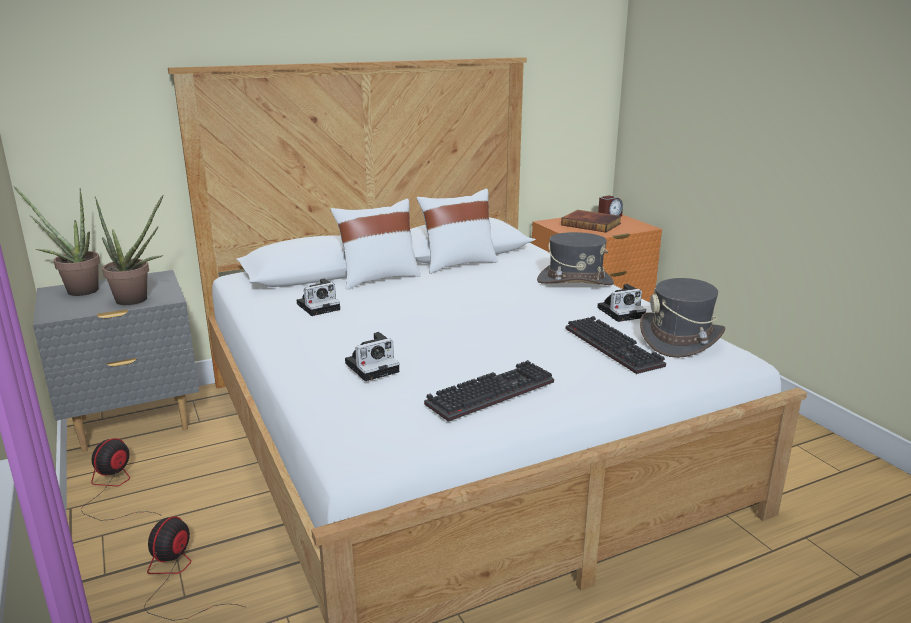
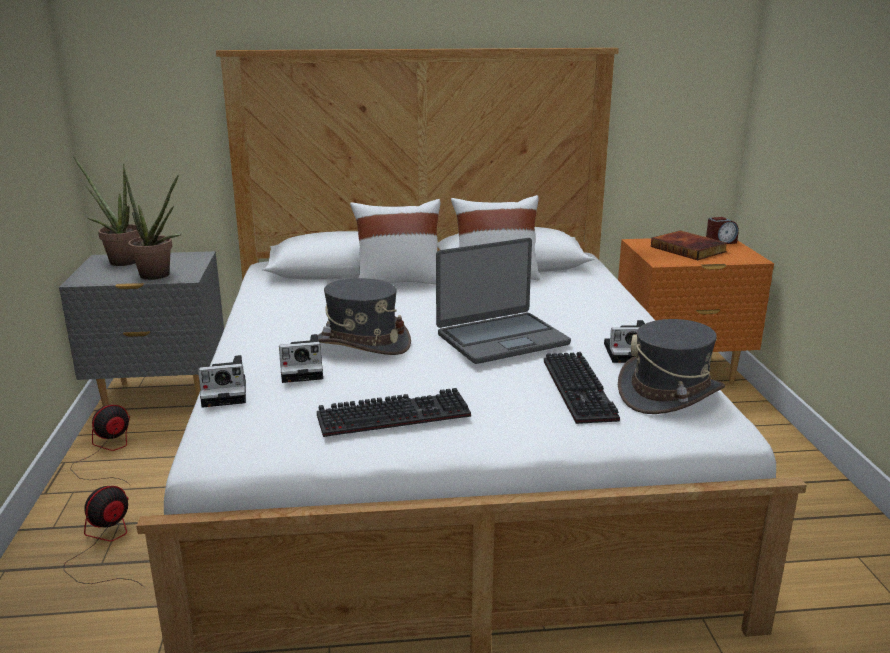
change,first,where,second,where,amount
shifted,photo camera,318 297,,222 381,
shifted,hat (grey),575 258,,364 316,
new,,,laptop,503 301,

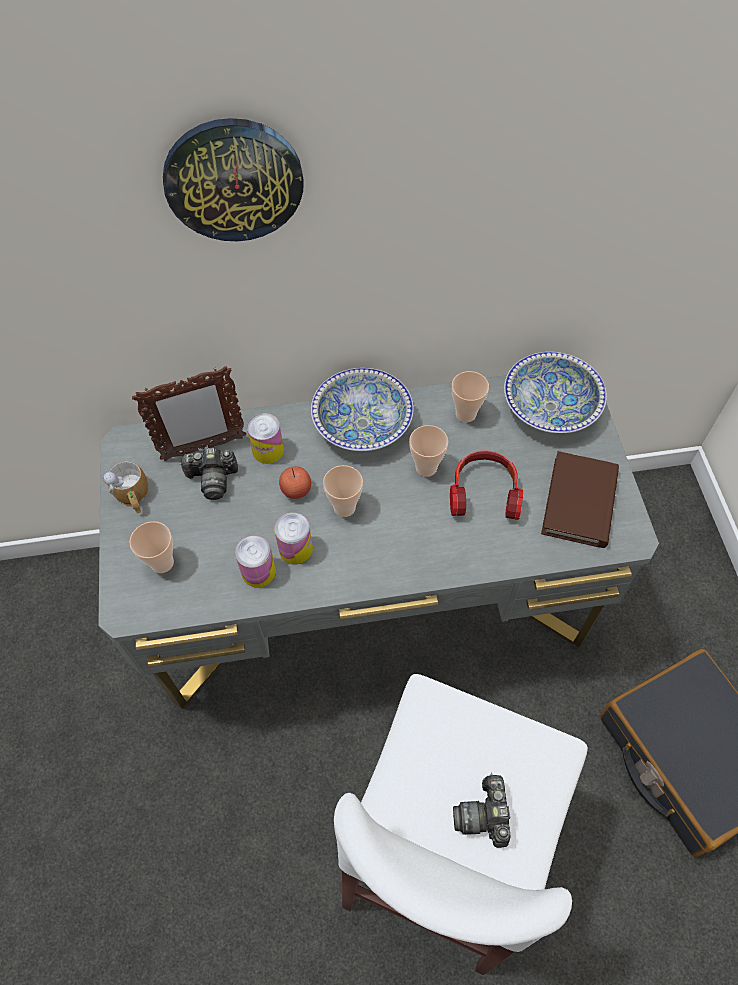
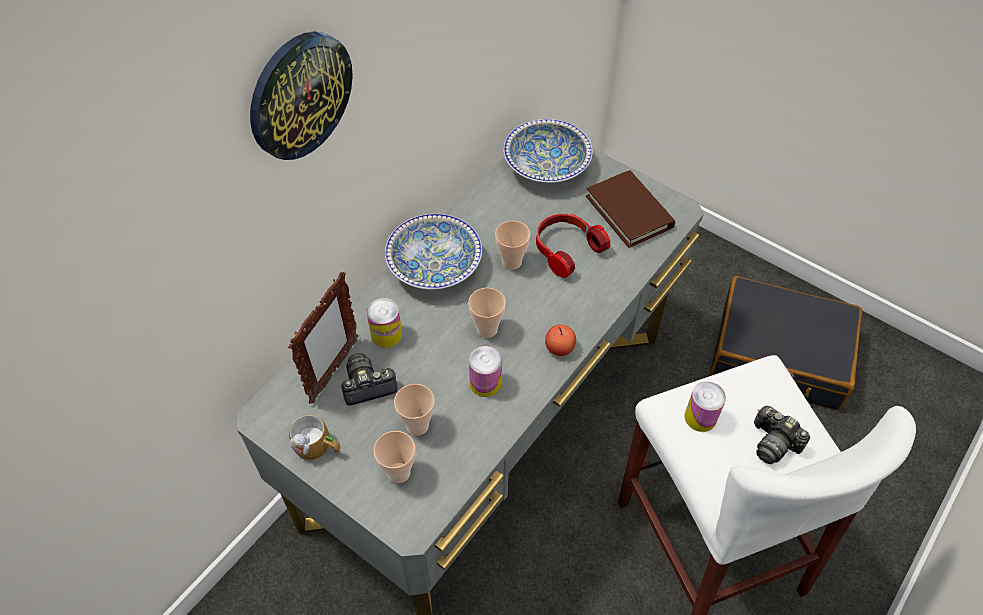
change,first,where,second,where,amount
rotated,photo camera,208 474,,369 379,150 degrees counterclockwise
shifted,can,255 562,,705 407,
shifted,apple,295 482,,560 340,
shifted,cup,470 396,,414 410,

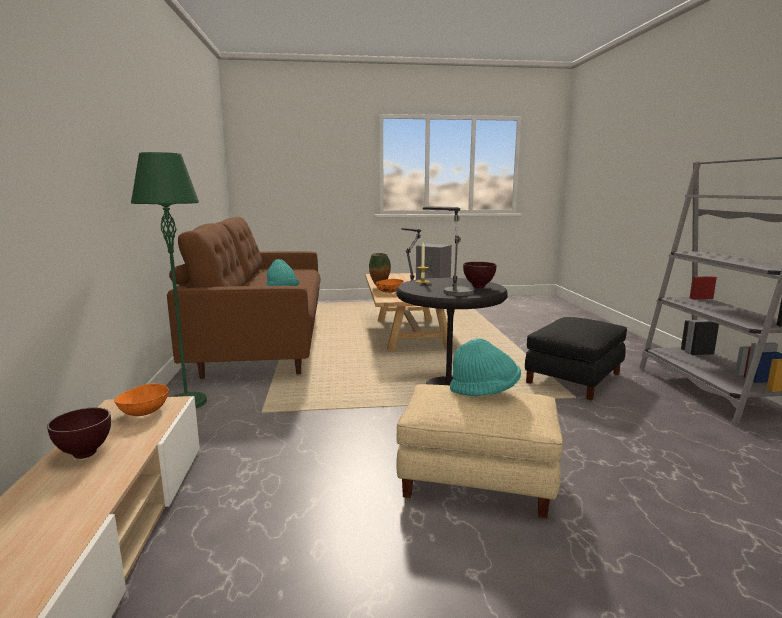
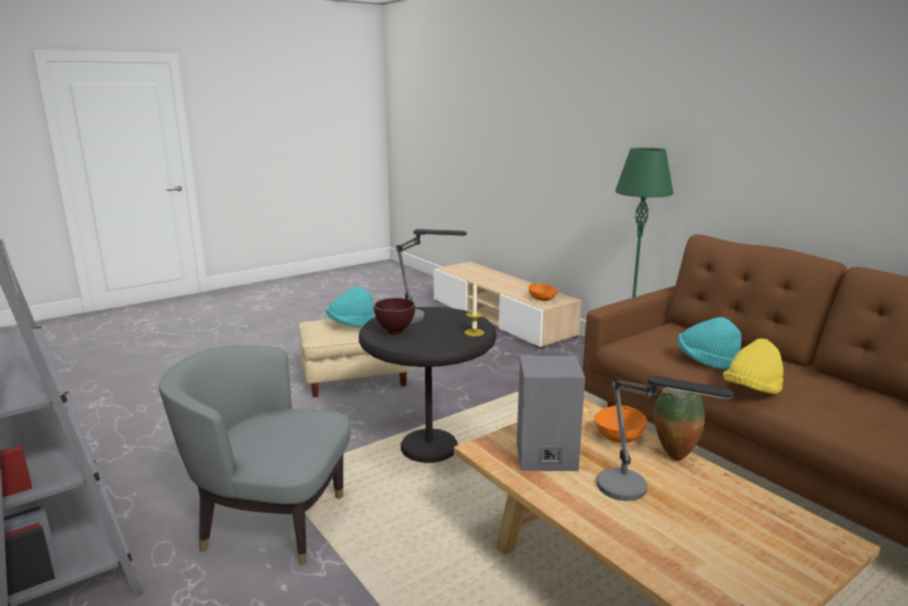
change,first,where,second,where,amount
gone,bowl (brown),79 433,,,
swapped,ottoman (black),576 358,armchair (grey),255 455,
new,,,hat (yellow),753 366,

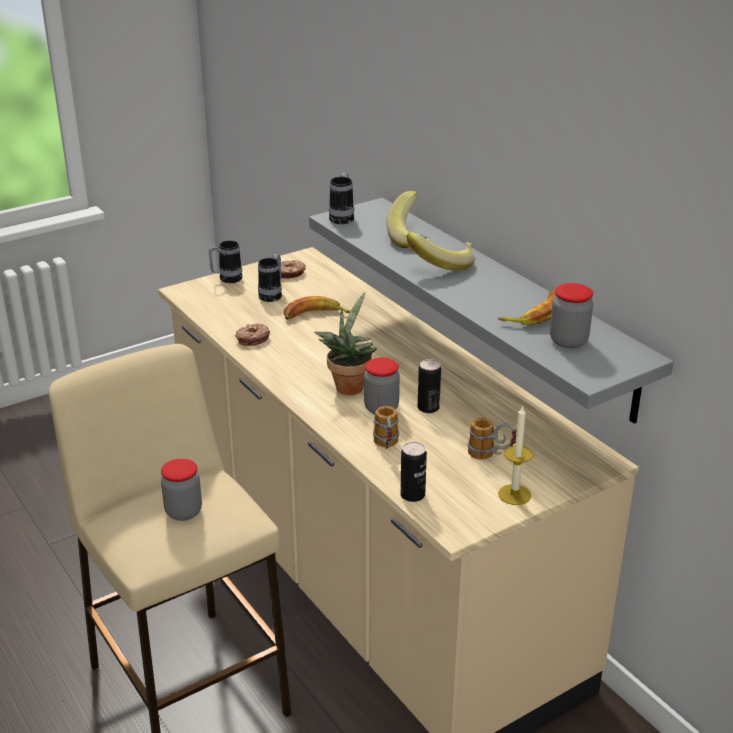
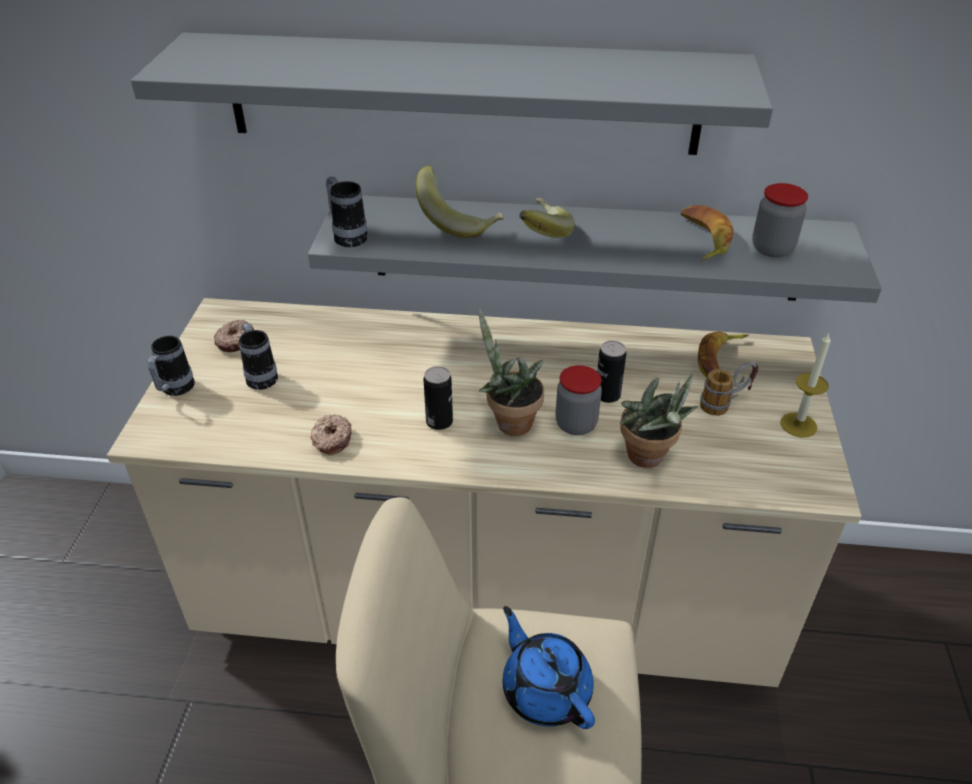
change,first,where,second,where,amount
swapped,jar,181 490,teapot (blue),549 667,
shifted,banana,317 308,,723 354,
swapped,mug,386 427,potted plant,659 420,
shifted,can,413 472,,438 398,
new,,,shelf (grey),452 93,

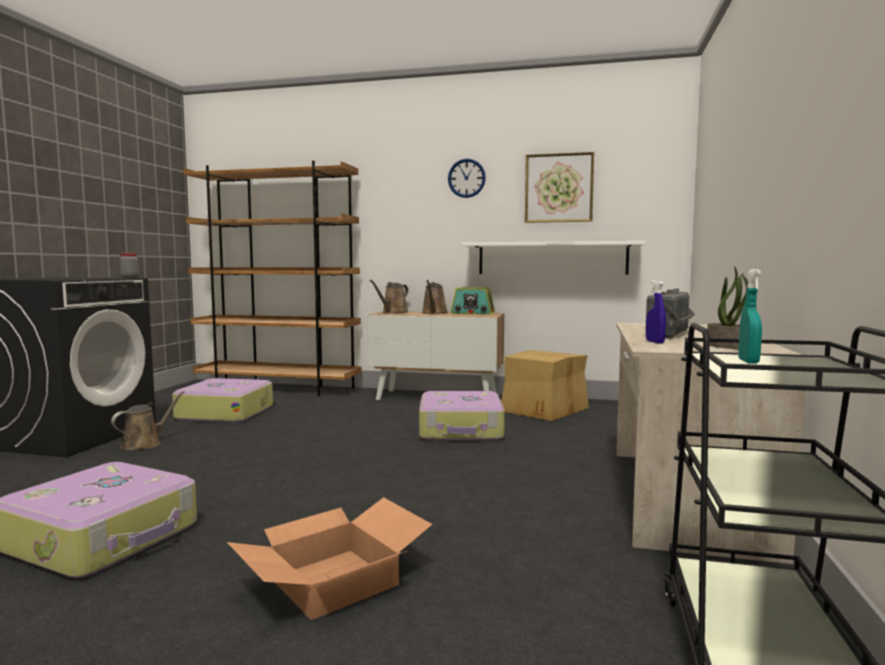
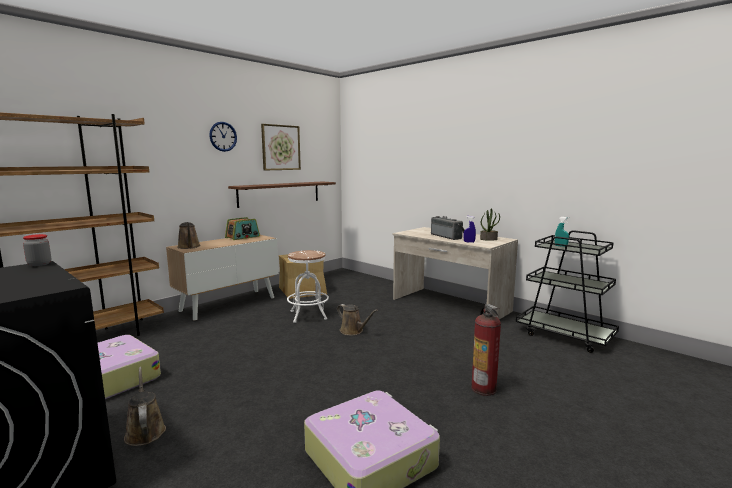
change,first,where,second,where,amount
swapped,cardboard box,330 558,fire extinguisher,486 350,
swapped,suitcase,462 415,stool (white),308 286,
shifted,watering can (brown),435 297,,357 319,
repainted,shelf (white),554 258,shelf (brown),282 194,

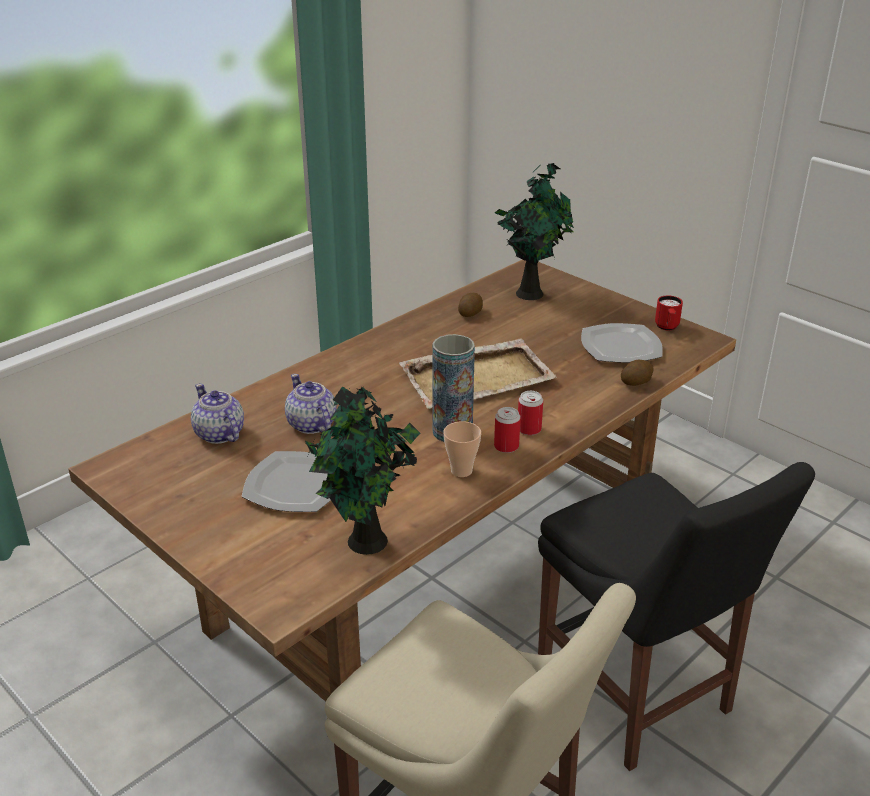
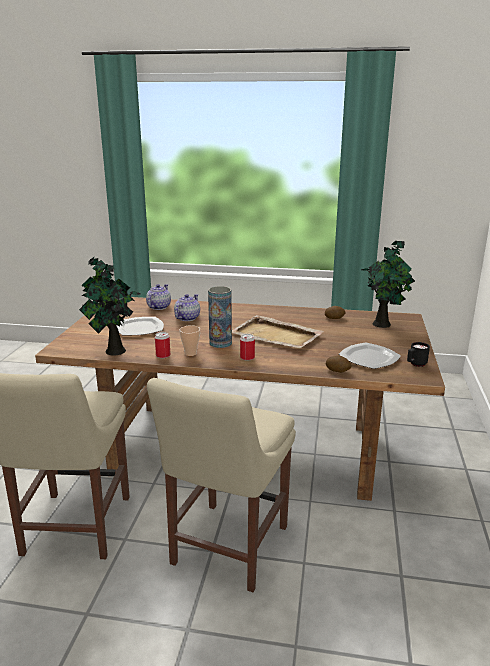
change,first,where,second,where,amount
shifted,can,507 430,,162 345,
repainted,chair (black),676 616,chair (beige),221 485,
repainted,mug (red),669 312,mug (black),418 354,

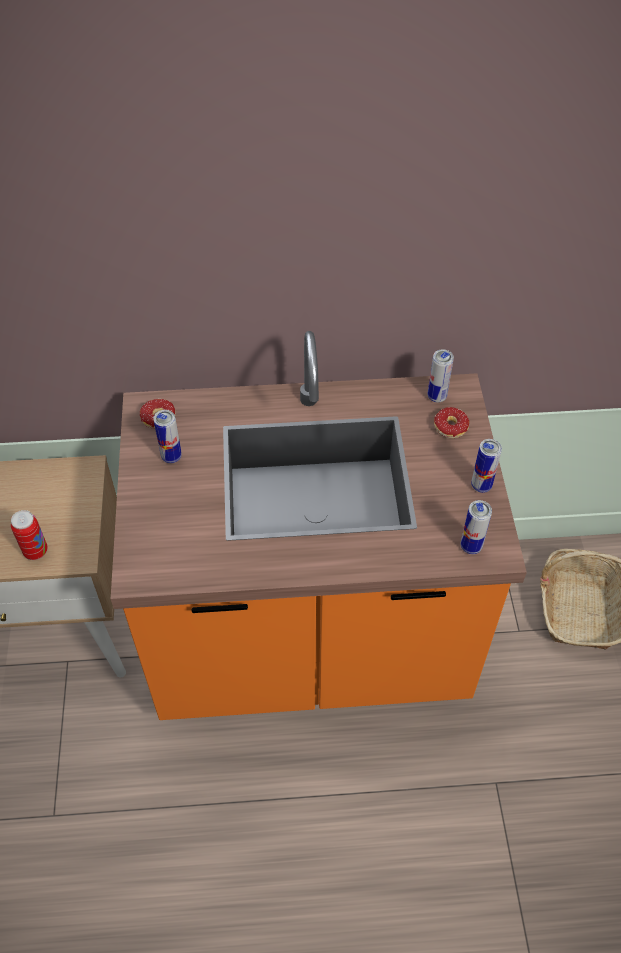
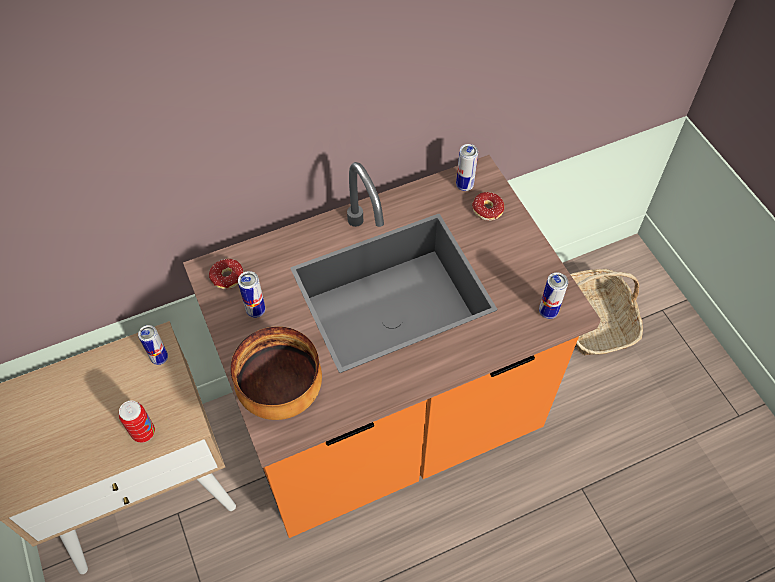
change,first,where,second,where,amount
shifted,can,486 466,,153 345,
new,,,bowl,276 373,

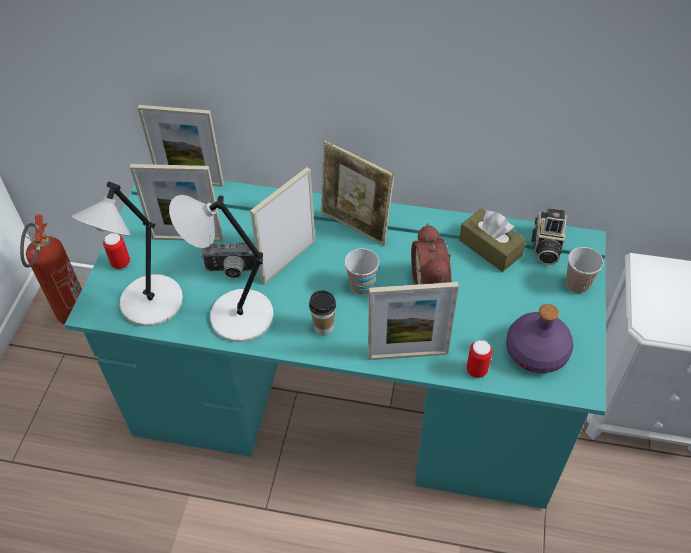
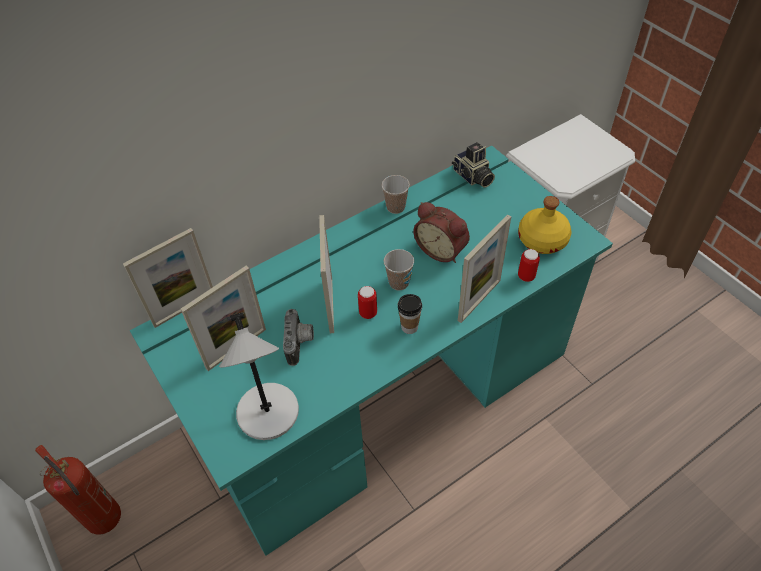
change,first,where,second,where,amount
shifted,can,116 251,,367 302,
gone,table lamp (grey),221 268,,,
rotated,photo camera,229 260,,298 337,45 degrees counterclockwise
gone,picture frame,357 192,,,
gone,tissue box (brown),492 240,,,
repainted,bottle (purple),540 338,bottle (yellow),545 225,
shifted,cup,585 270,,396 194,

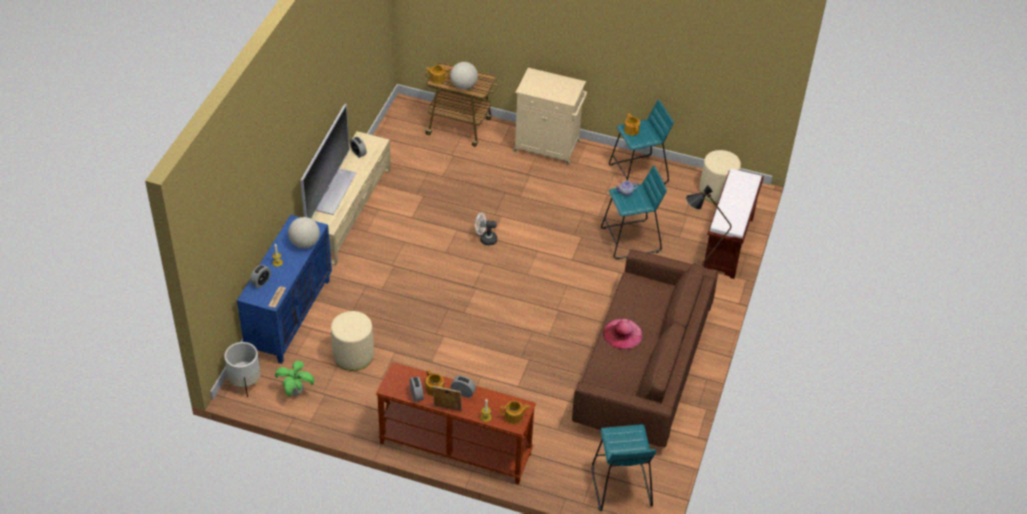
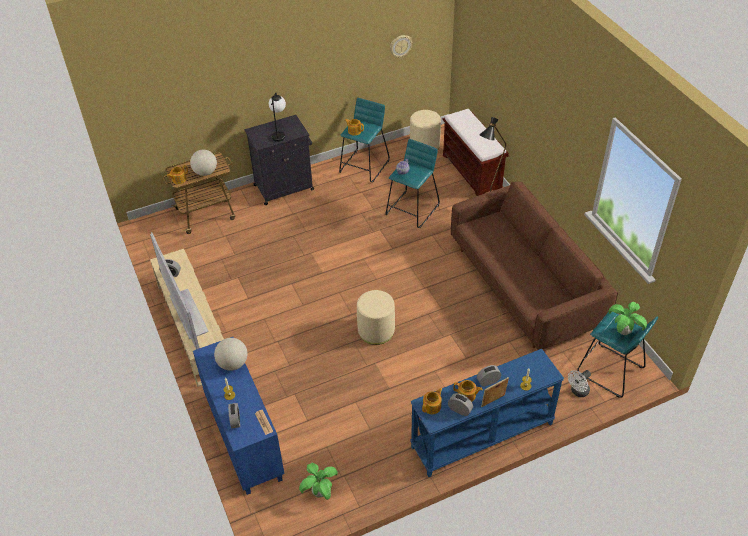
change,first,where,second,where,amount
gone,planter (white),242 369,,,
shifted,ottoman (beige),352 341,,376 317,
repainted,console table (brown),456 423,console table (blue),487 413,
shifted,fan (white),486 228,,579 383,
shifted,teapot,515 412,,432 401,
repainted,cabinet (beige),550 116,cabinet (black),279 160,
gone,hat (pink),622 333,,,
new,,,table lamp,277 117,
new,,,wall clock,401 46,
new,,,potted plant,628 318,

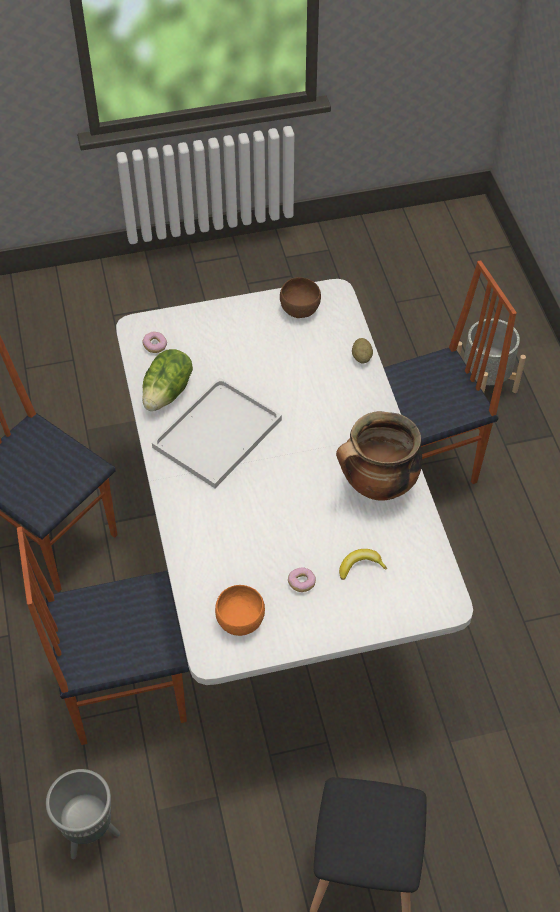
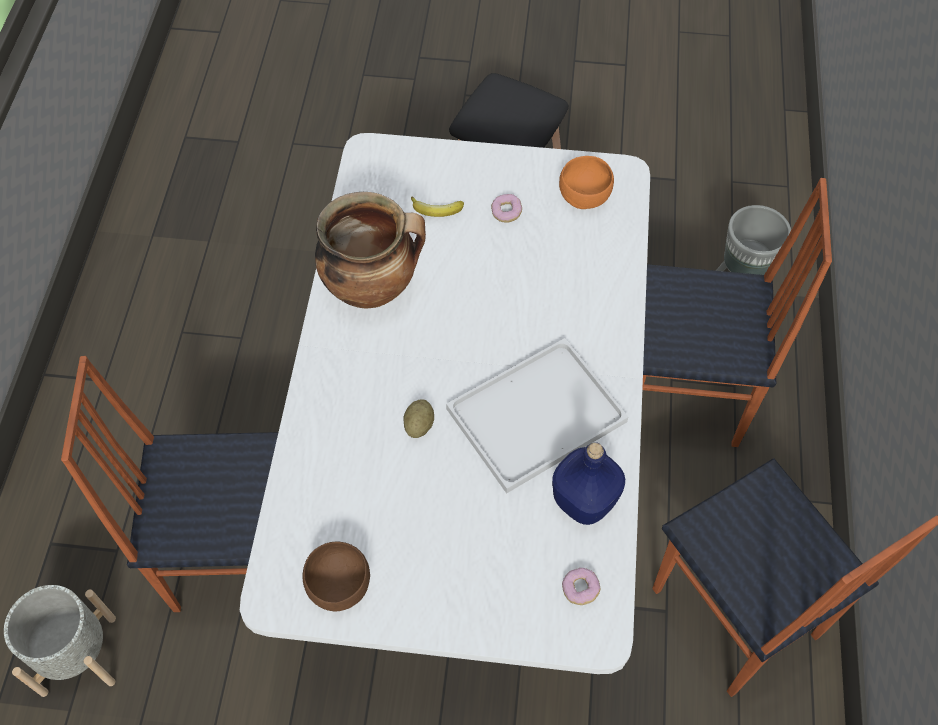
change,first,where,second,where,amount
swapped,lettuce,167 380,bottle (blue),588 483,
shifted,potato,362 351,,418 418,

